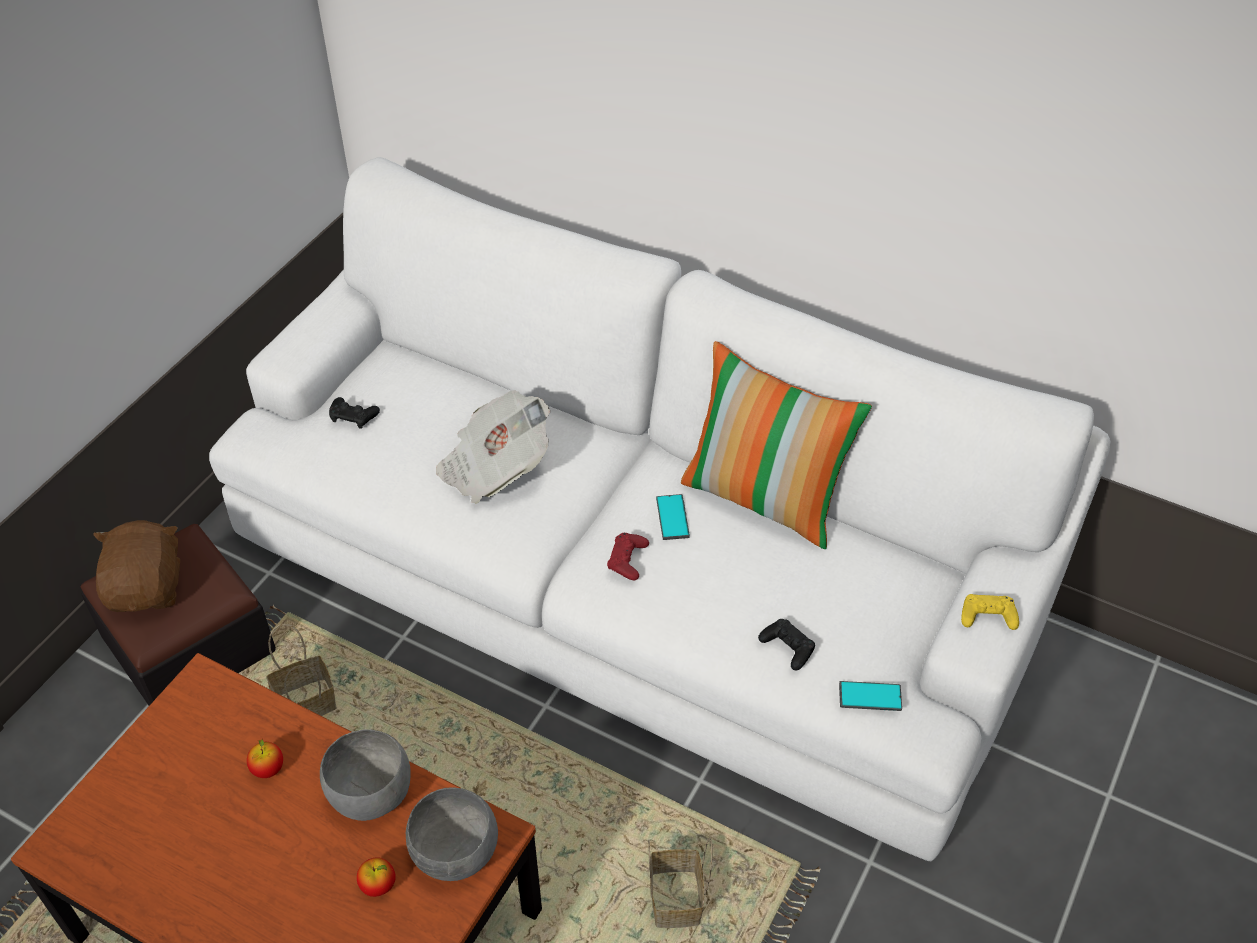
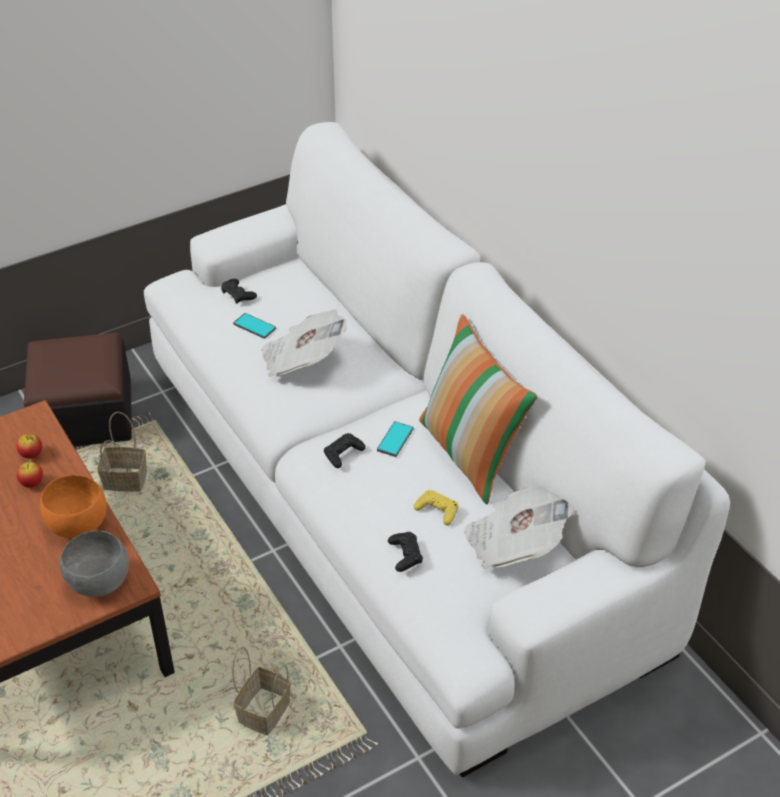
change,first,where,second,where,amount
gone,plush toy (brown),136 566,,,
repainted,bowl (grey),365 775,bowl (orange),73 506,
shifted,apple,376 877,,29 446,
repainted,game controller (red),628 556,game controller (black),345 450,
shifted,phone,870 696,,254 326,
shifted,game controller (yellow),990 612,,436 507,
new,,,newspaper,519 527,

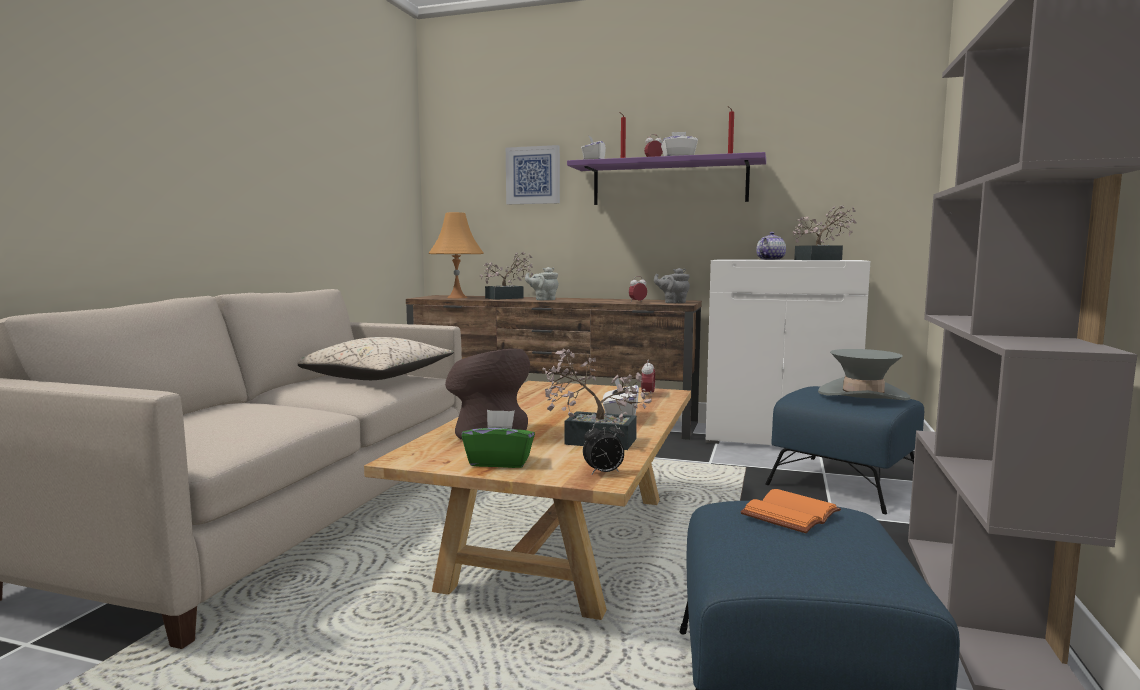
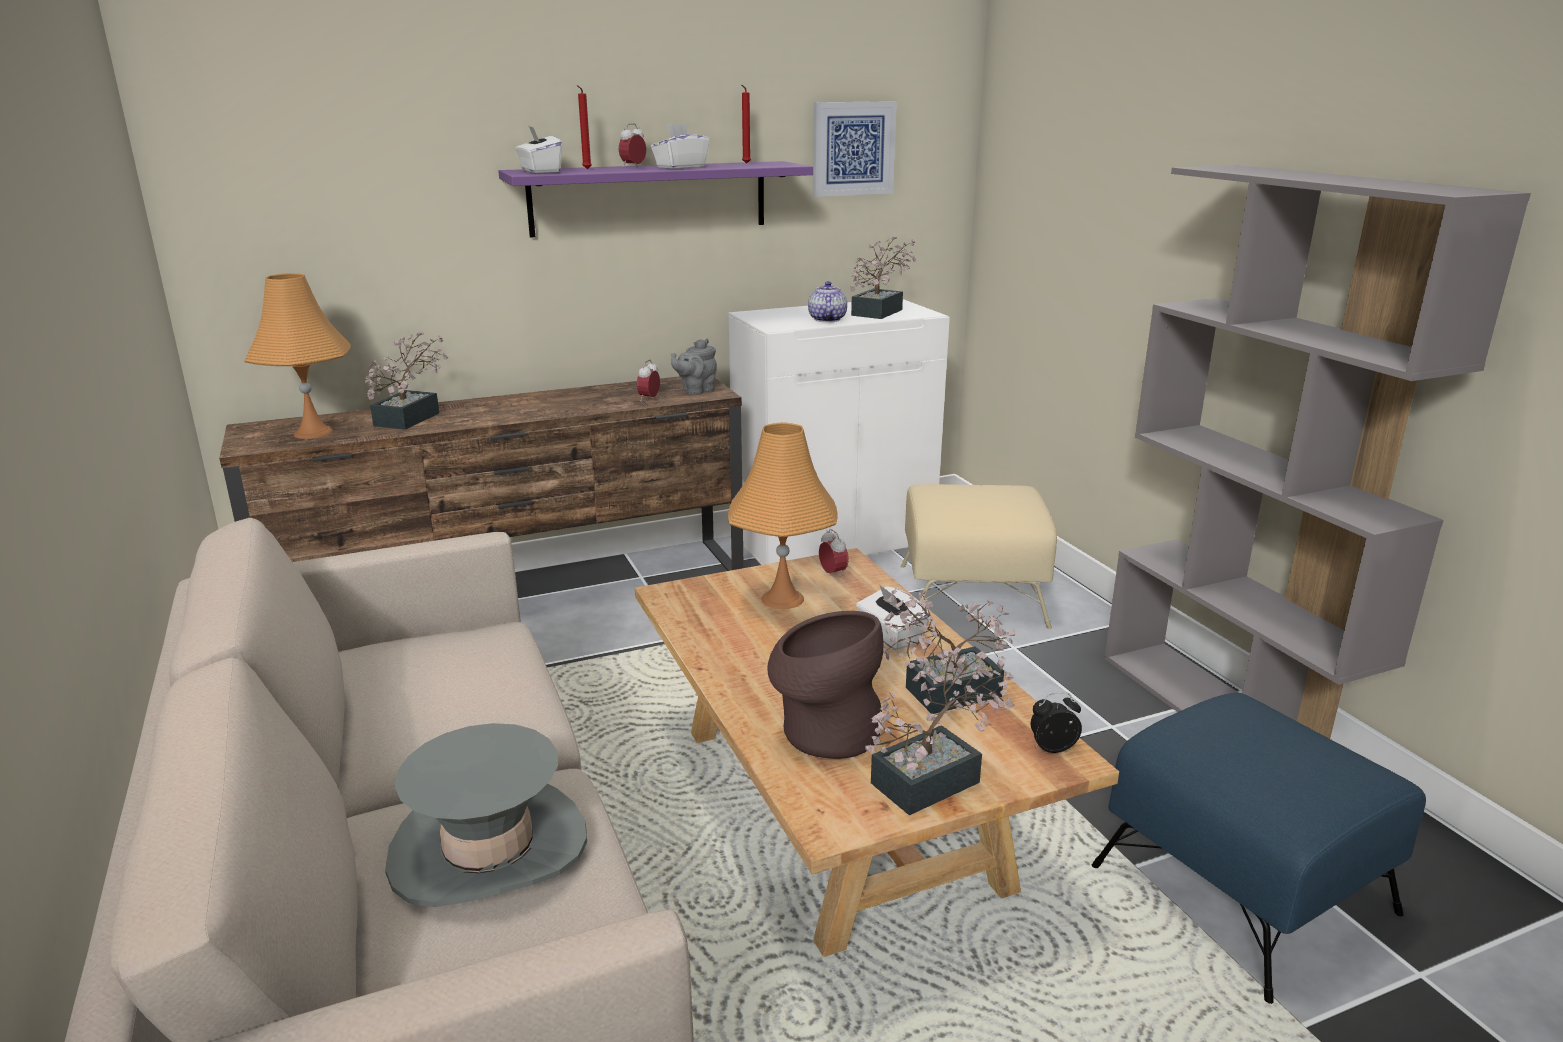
change,first,where,second,where,amount
gone,pillow (beige),375 358,,,
swapped,tissue box (green),498 439,potted plant,940 731,
shifted,picture,533 174,,855 149,
gone,teapot (grey),542 283,,,
rotated,alarm clock,604 447,,1056 722,135 degrees counterclockwise
gone,book (orange),791 511,,,
repainted,ottoman (blue),844 450,ottoman (beige),978 556,
shifted,hat (grey),864 374,,486 815,
new,,,table lamp (orange),783 515,

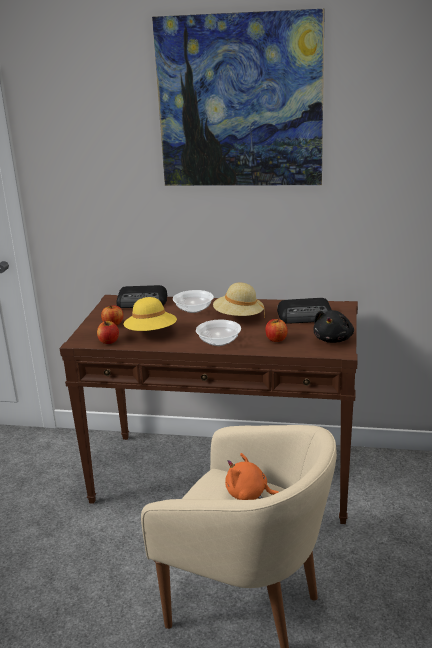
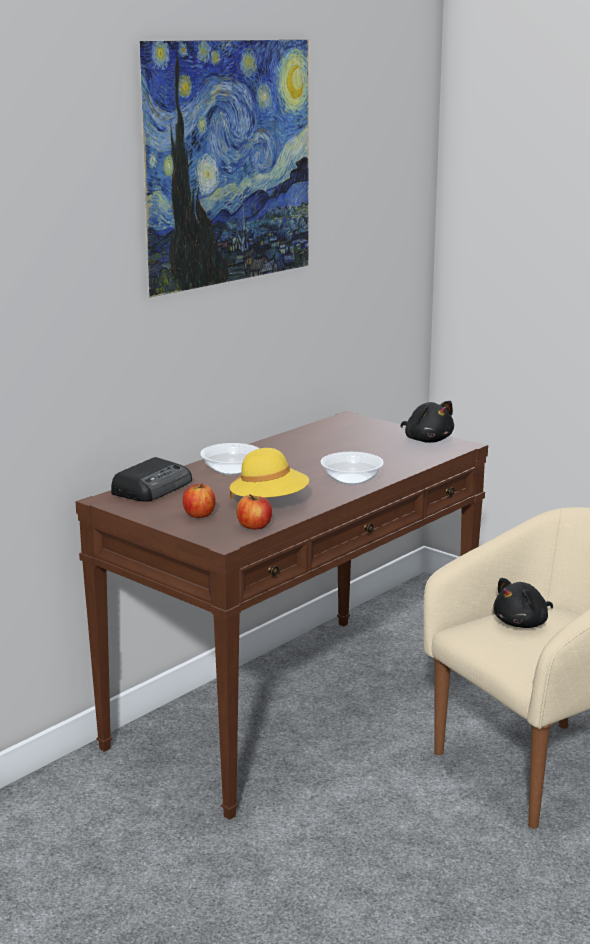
change,first,where,second,where,amount
gone,hat (beige),239 300,,,
repainted,plush toy (orange),252 476,plush toy (black),523 603,
gone,apple,276 330,,,
gone,radio,304 311,,,

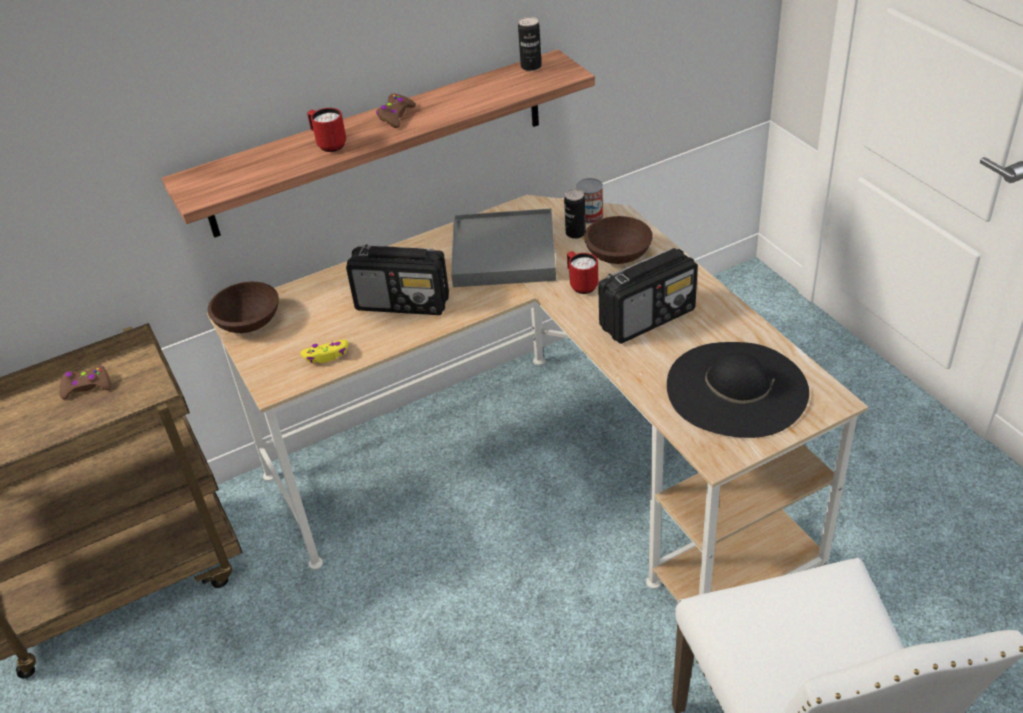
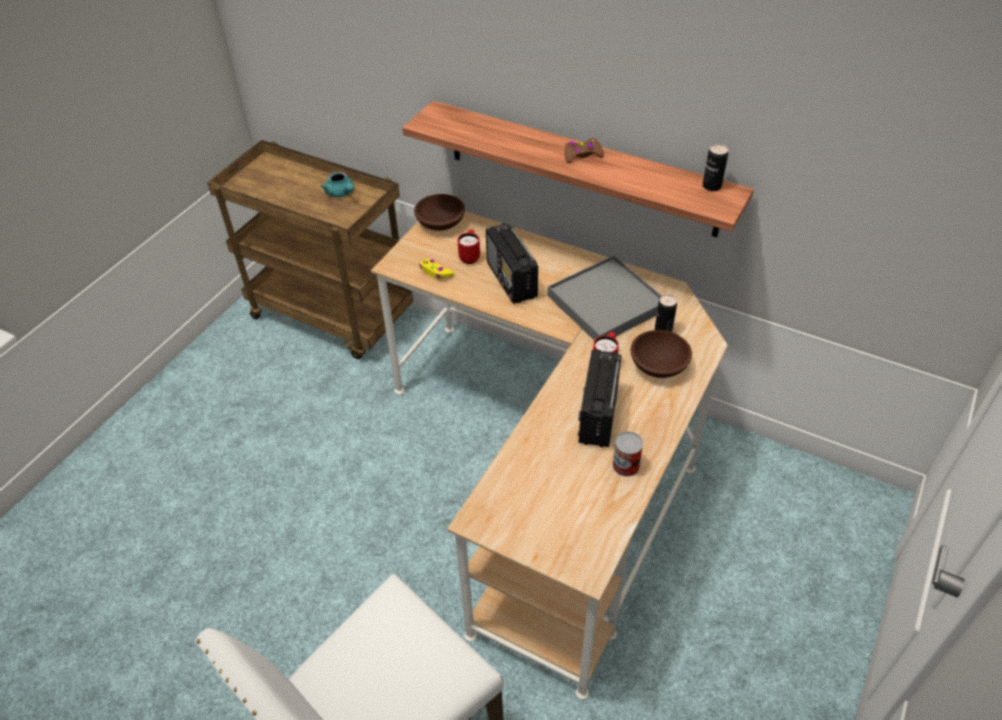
change,first,where,second,where,amount
swapped,game controller (brown),85 382,teapot (turquoise),337 184,
shifted,mug (red),326 130,,468 247,
shifted,can,589 201,,627 454,
rotated,radio,648 296,,599 398,75 degrees clockwise
gone,hat (black),738 390,,,

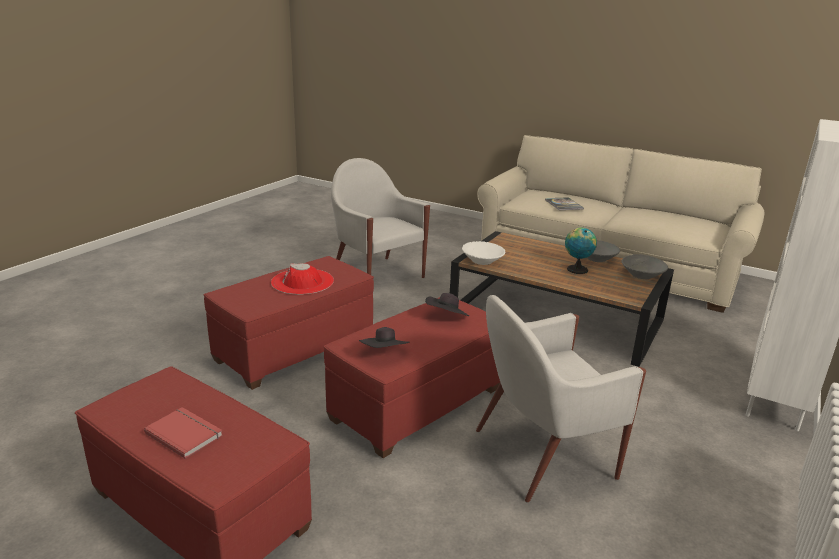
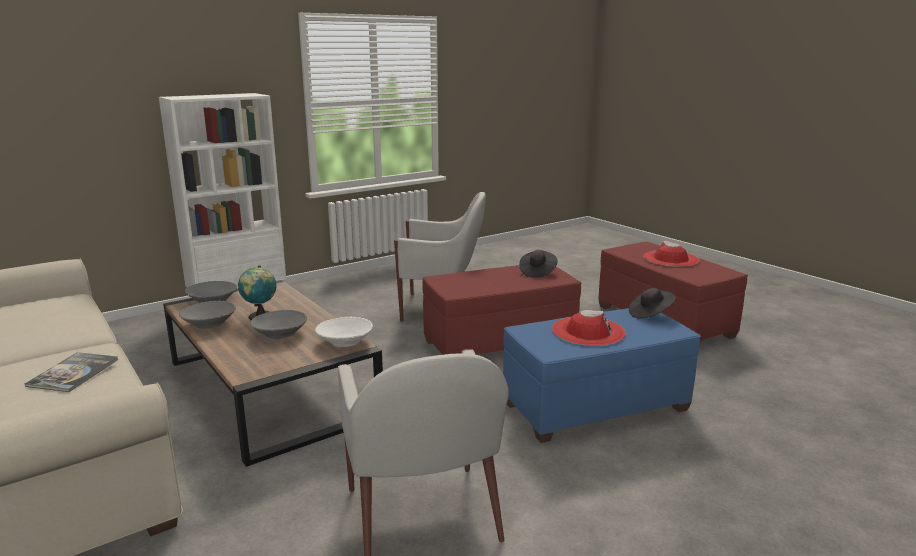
change,first,where,second,where,amount
swapped,book (red),183 433,hat (red),671 254,
repainted,ottoman (red),289 323,ottoman (blue),602 375,
shifted,hat (black),447 304,,652 303,
new,,,bowl (grey),278 324,

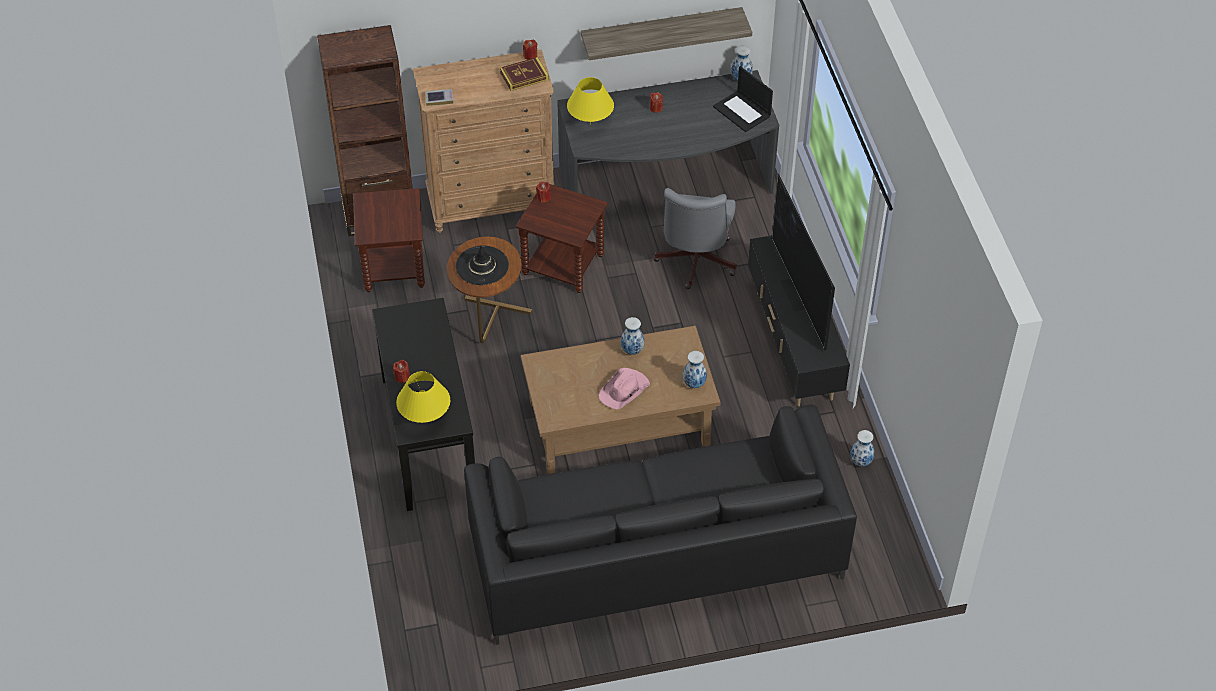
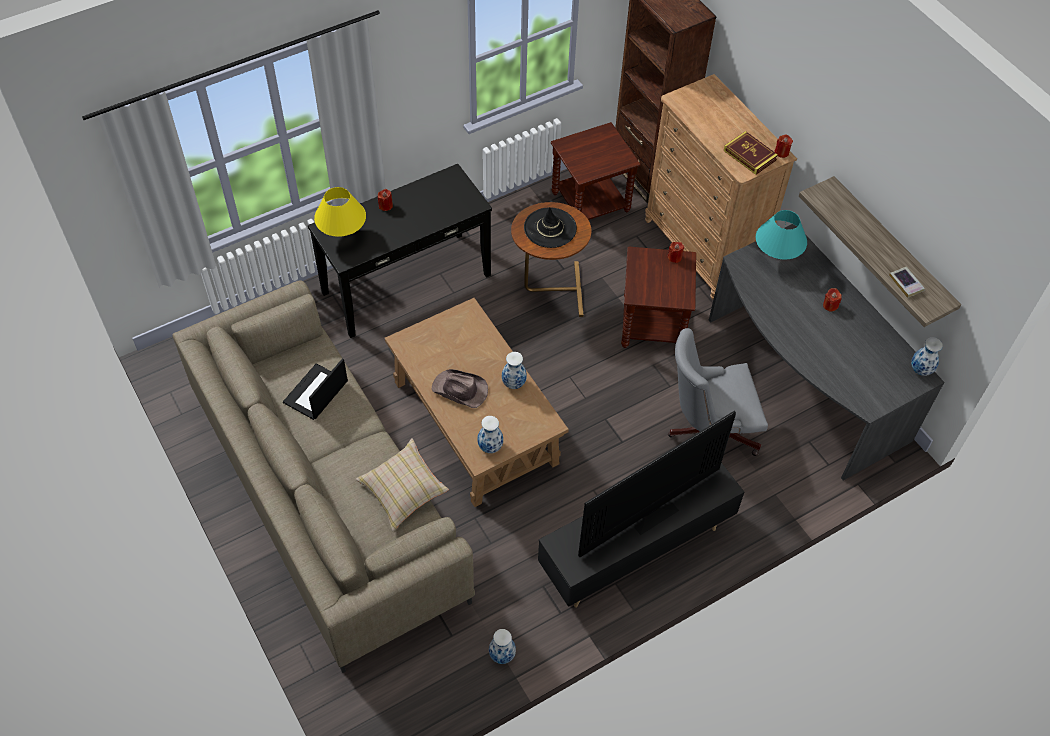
change,first,where,second,where,amount
shifted,book,439 97,,907 282,
repainted,sofa (black),660 525,sofa (beige),323 476,
repainted,table lamp (yellow),590 100,table lamp (turquoise),781 234,
repainted,hat (pink),624 388,hat (brown),460 388,
shifted,laptop,743 99,,315 389,
new,,,pillow (beige),402 484,

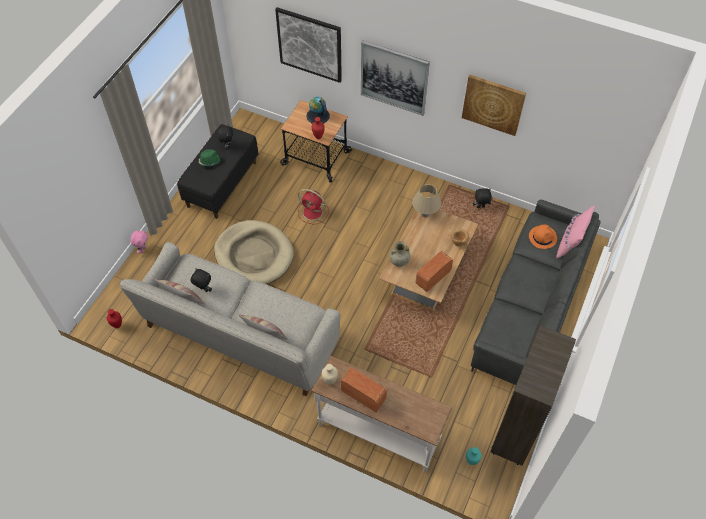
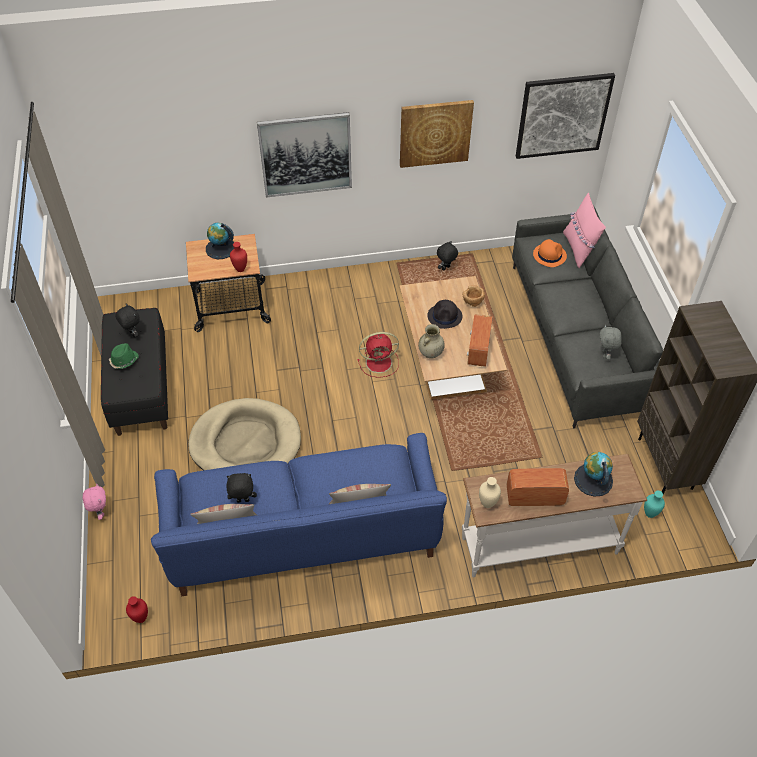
change,first,where,second,where,amount
repainted,sofa (grey),230 319,sofa (blue),299 514,
shifted,picture,308 45,,565 116,
shifted,fan (red),313 207,,378 355,
gone,table lamp (beige),426 200,,,
new,,,hat (black),444 314,
new,,,globe,593 474,
new,,,plush toy (grey),611 342,

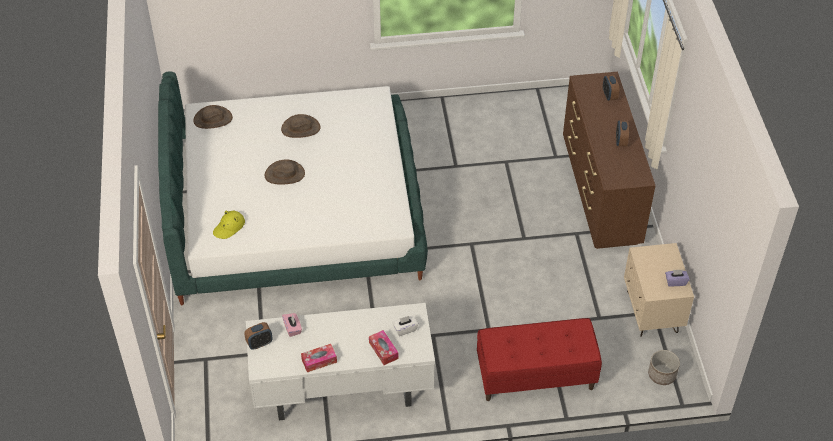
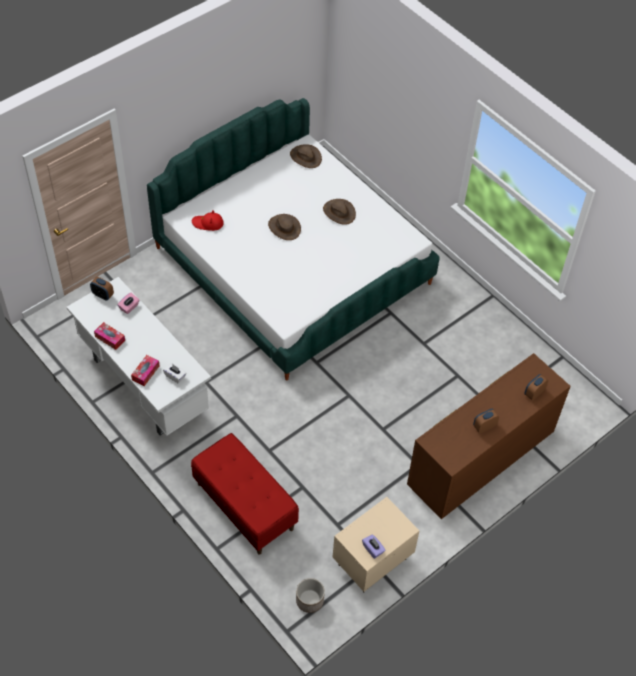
change,first,where,second,where,amount
repainted,hat (yellow),229 225,hat (red),208 220,

